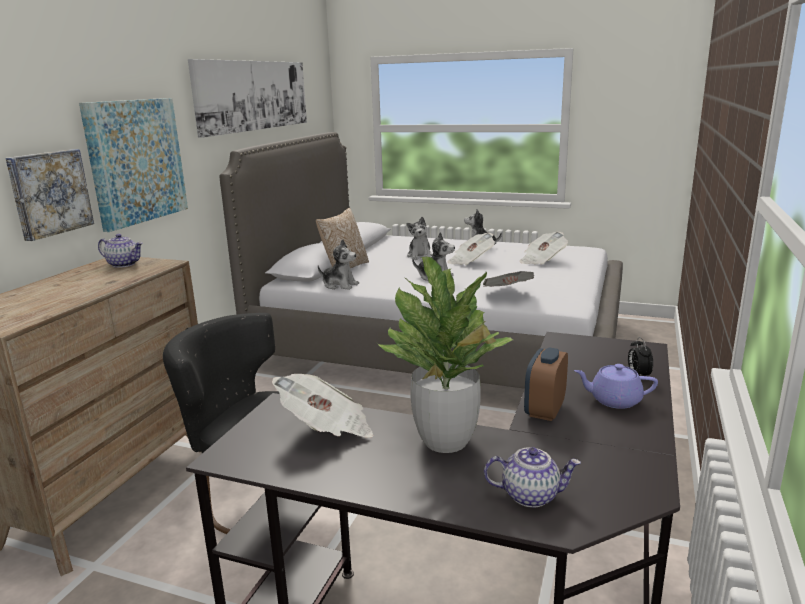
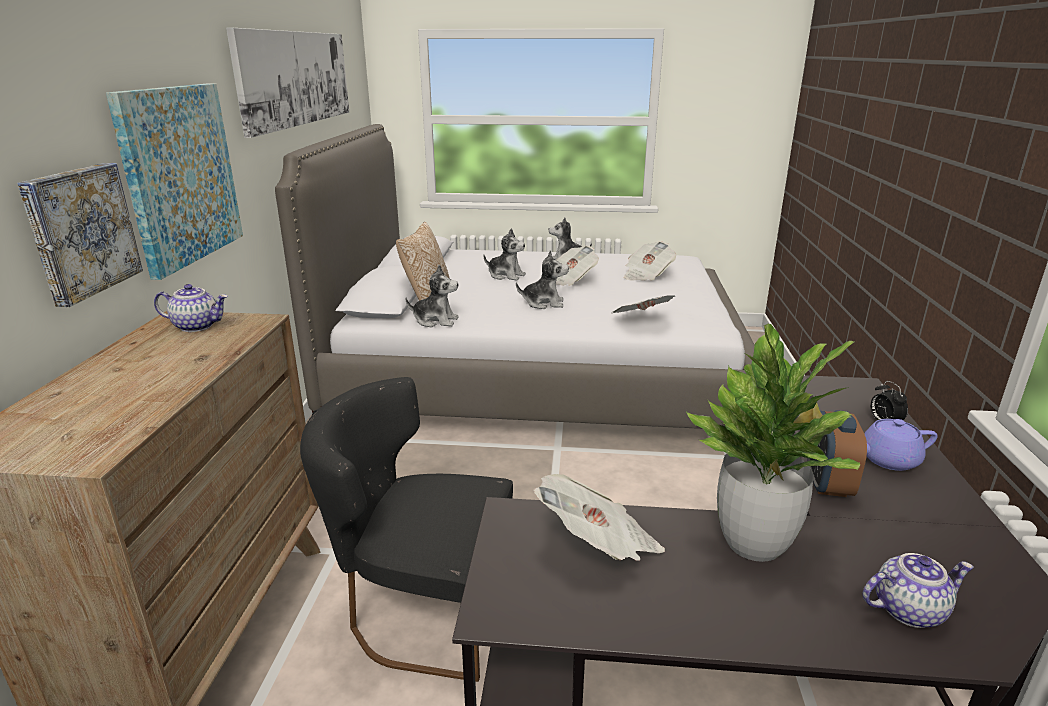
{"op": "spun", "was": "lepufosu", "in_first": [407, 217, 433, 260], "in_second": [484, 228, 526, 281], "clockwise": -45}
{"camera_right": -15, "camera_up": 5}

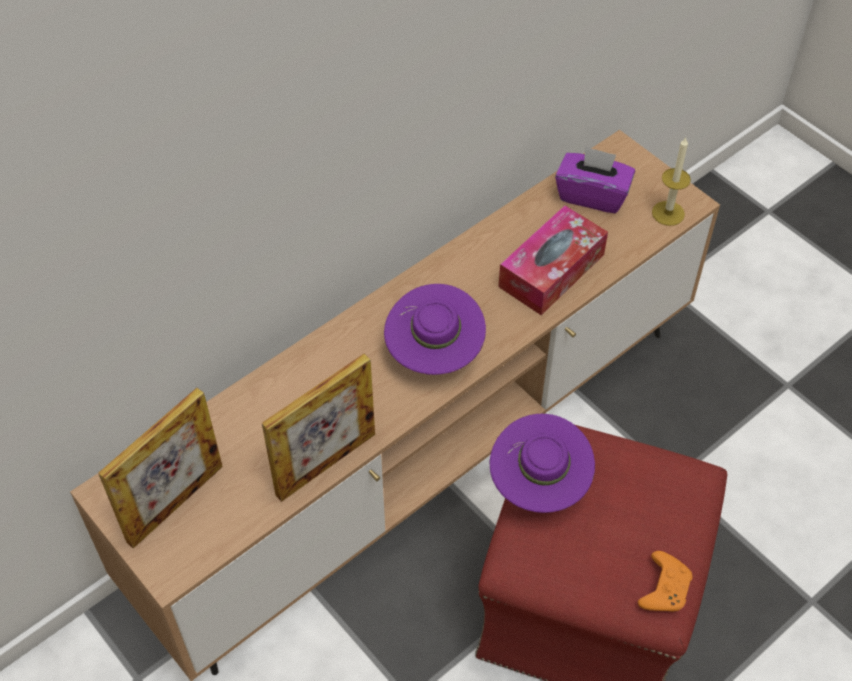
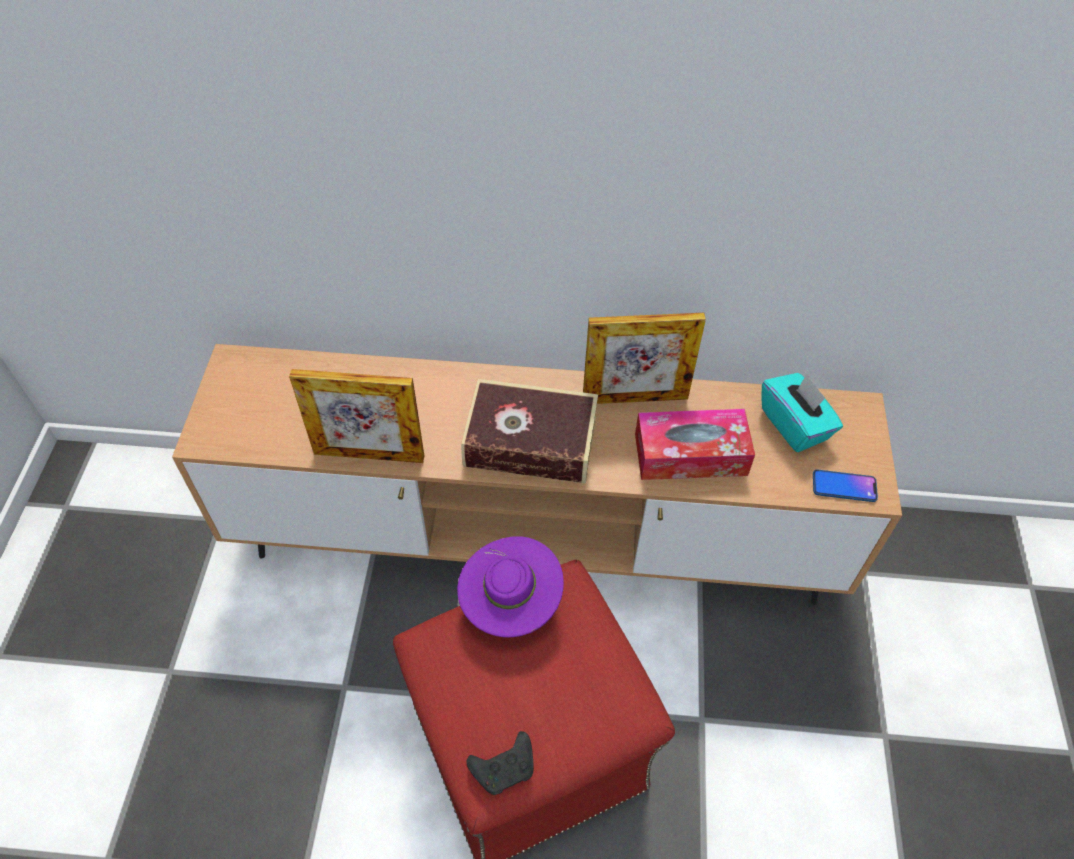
{"op": "exchanged", "was": "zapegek", "now": "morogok", "in_first": [652, 137, 691, 226], "in_second": [813, 469, 878, 502]}
{"op": "colour", "was": "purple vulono", "now": "turquoise vulono", "in_first": [555, 146, 635, 213], "in_second": [761, 373, 843, 452]}
{"op": "exchanged", "was": "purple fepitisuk", "now": "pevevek", "in_first": [384, 284, 486, 375], "in_second": [461, 379, 598, 484]}
{"op": "relocated", "was": "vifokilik", "in_first": [98, 388, 223, 548], "in_second": [583, 313, 706, 404]}
{"op": "colour", "was": "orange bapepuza", "now": "black bapepuza", "in_first": [638, 551, 692, 612], "in_second": [467, 731, 534, 795]}
{"camera_right": 45, "camera_up": 0}

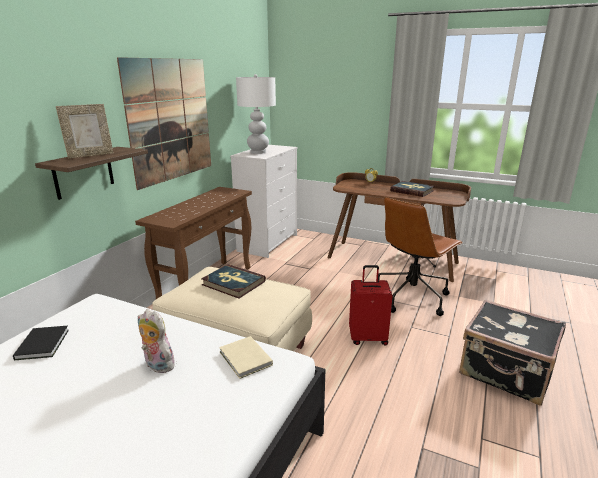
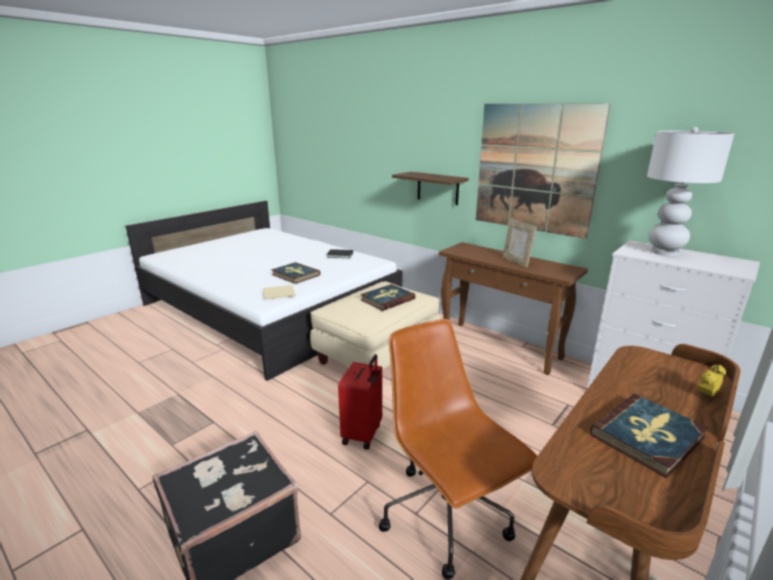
{"op": "relocated", "was": "vifokilik", "in_first": [56, 104, 114, 159], "in_second": [502, 219, 537, 267]}
{"op": "exchanged", "was": "lepufosu", "now": "pevevek", "in_first": [138, 309, 175, 373], "in_second": [271, 262, 321, 284]}
{"camera_right": 105, "camera_up": 0}

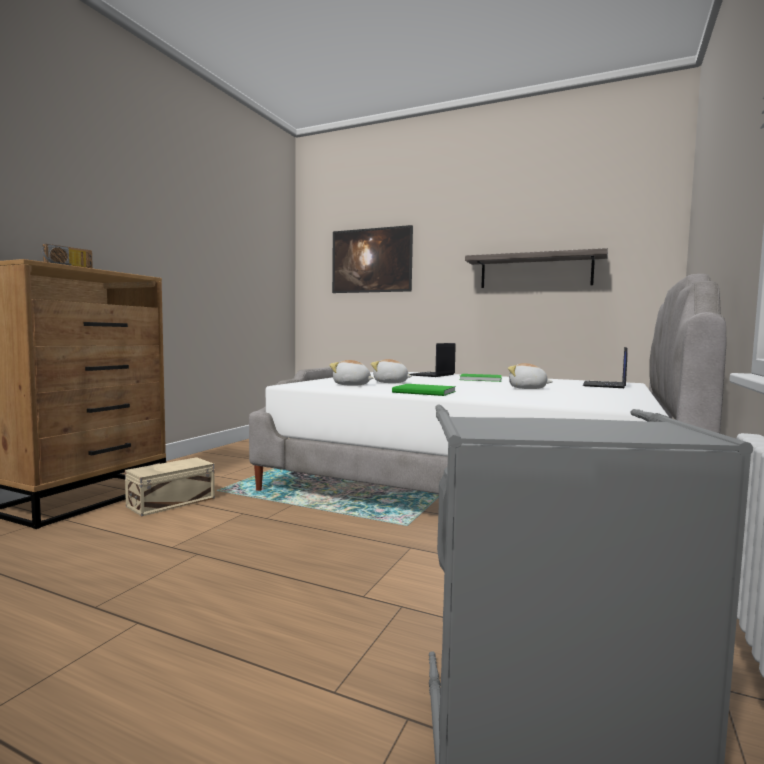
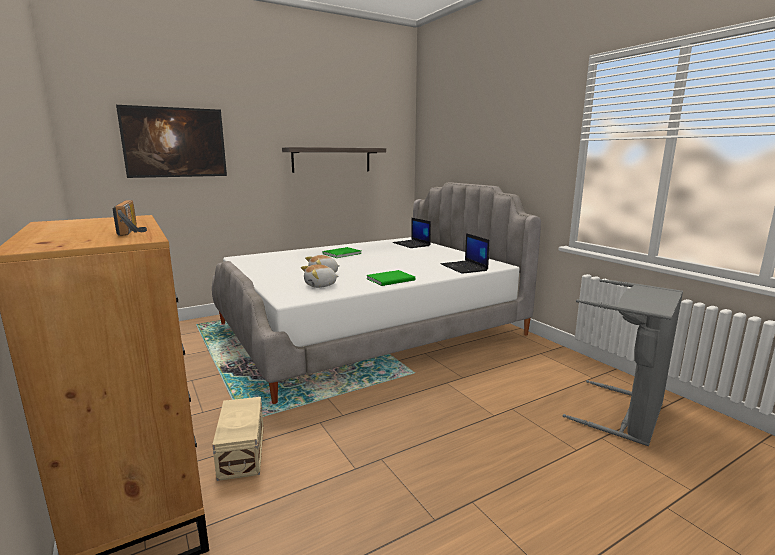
{"op": "relocated", "was": "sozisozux", "in_first": [410, 343, 455, 377], "in_second": [441, 233, 490, 274]}
{"op": "missing", "was": "lepufosu", "in_first": [508, 363, 553, 389]}
{"camera_right": -55, "camera_up": 10}

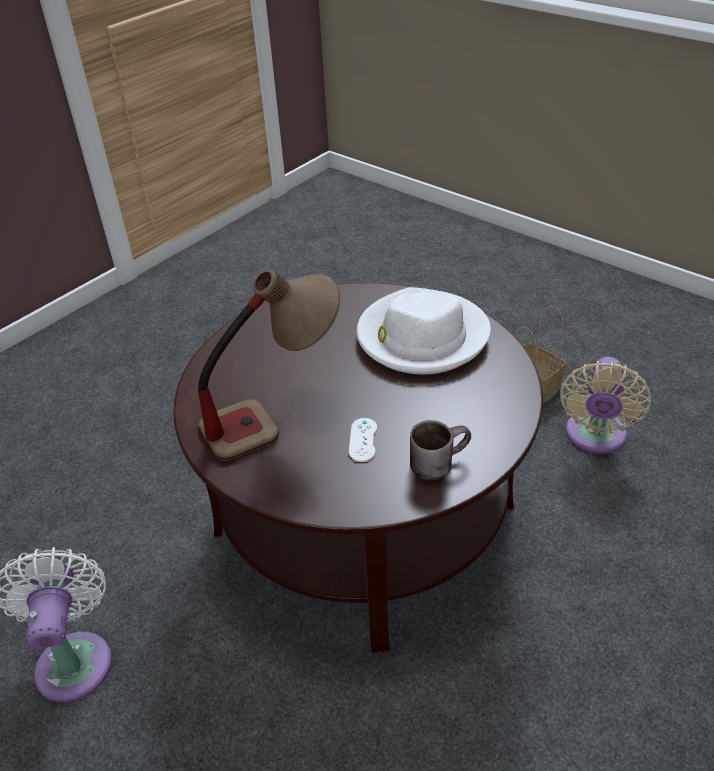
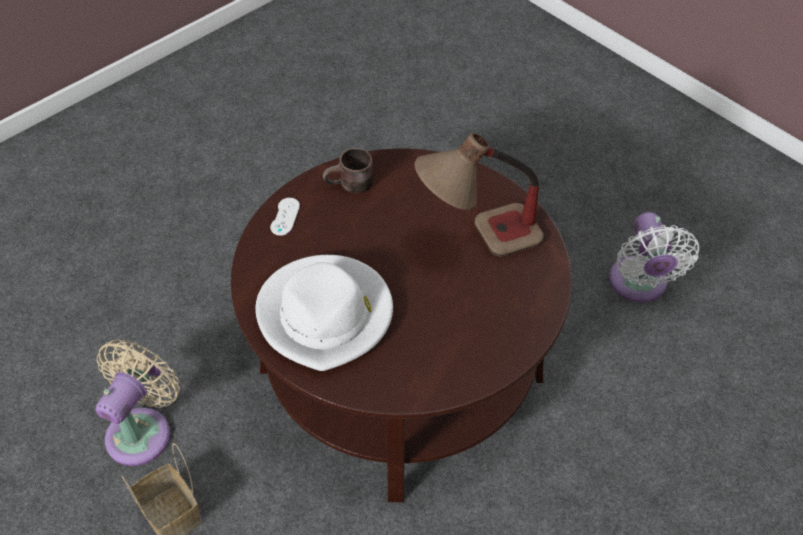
{"op": "relocated", "was": "white bapepuza", "in_first": [349, 418, 377, 462], "in_second": [270, 198, 300, 236]}
{"camera_right": -175, "camera_up": 10}

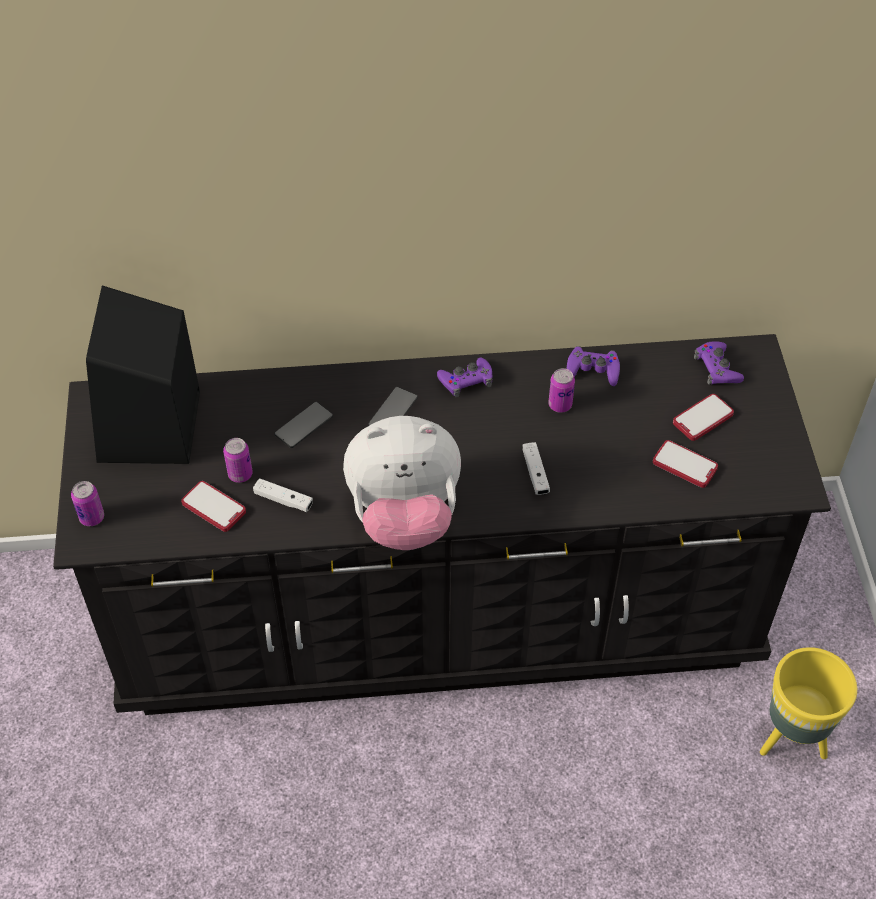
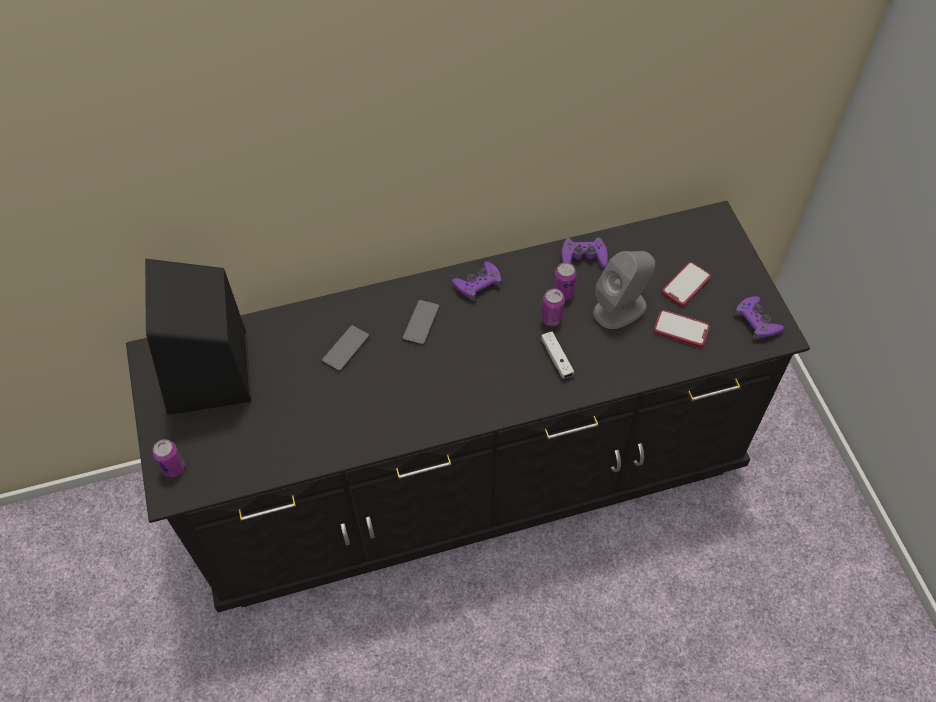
{"op": "relocated", "was": "purple bapepuza", "in_first": [694, 341, 744, 385], "in_second": [734, 296, 784, 340]}
{"op": "missing", "was": "lepufosu", "in_first": [343, 416, 461, 550]}
{"op": "relocated", "was": "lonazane", "in_first": [223, 438, 253, 483], "in_second": [541, 289, 565, 326]}
{"op": "missing", "was": "white bapepuza", "in_first": [253, 478, 313, 512]}
{"op": "missing", "was": "morogok", "in_first": [181, 481, 246, 532]}
{"op": "missing", "was": "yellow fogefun", "in_first": [760, 647, 857, 759]}
{"op": "appeared", "now": "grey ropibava", "in_second": [593, 251, 655, 329]}
{"camera_right": -10, "camera_up": 5}

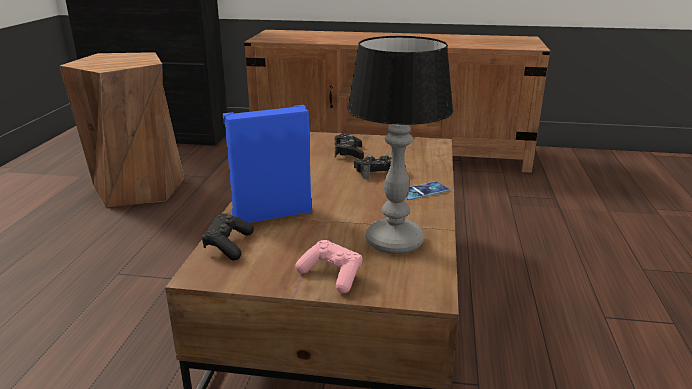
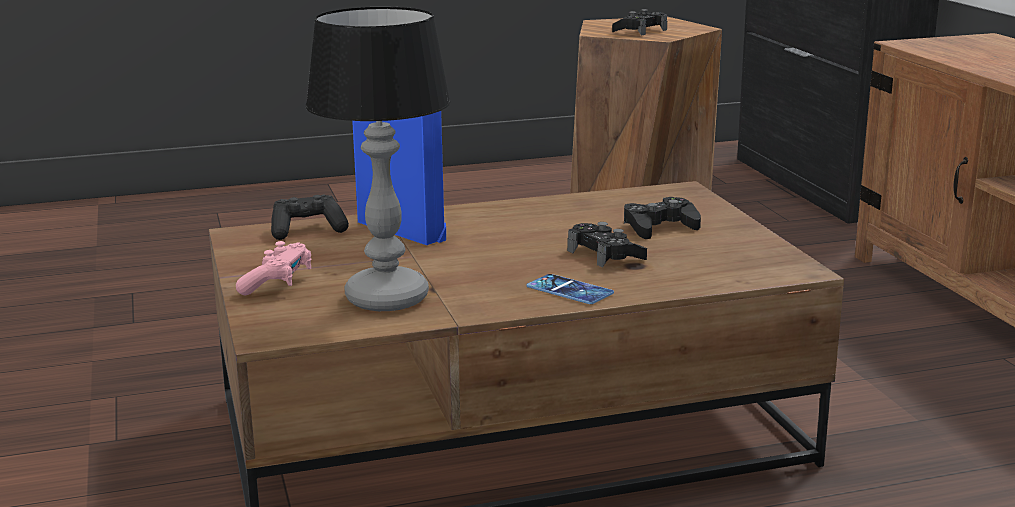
{"op": "appeared", "now": "black bapepuza", "in_second": [612, 9, 667, 36]}
{"camera_right": 65, "camera_up": -5}

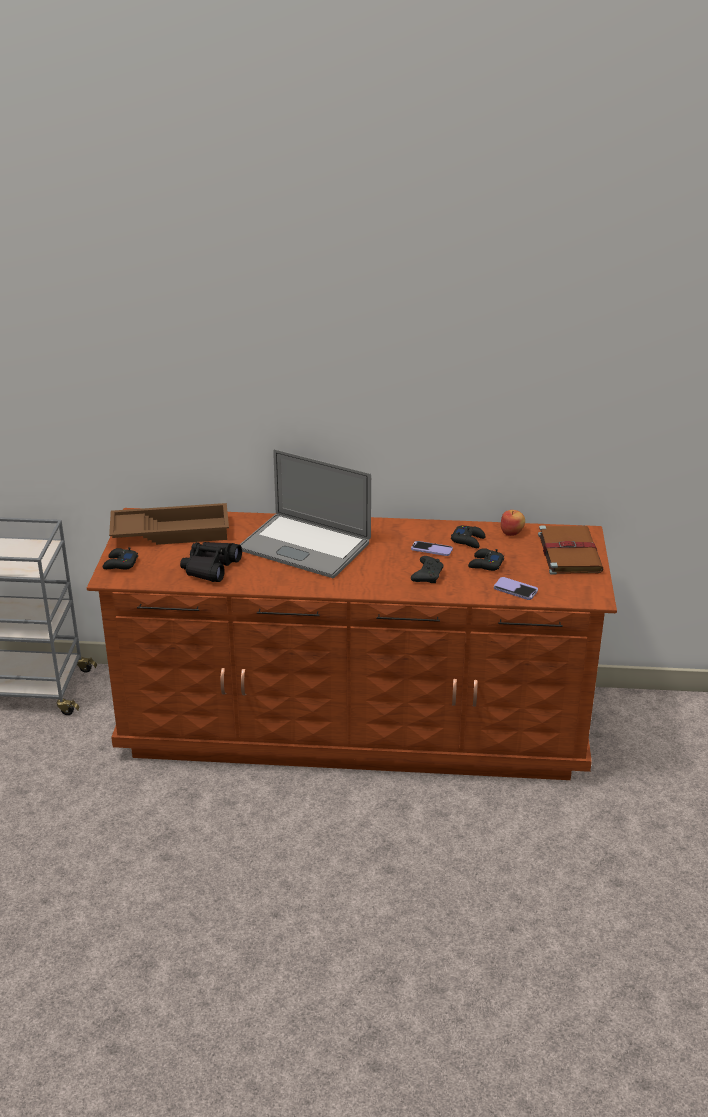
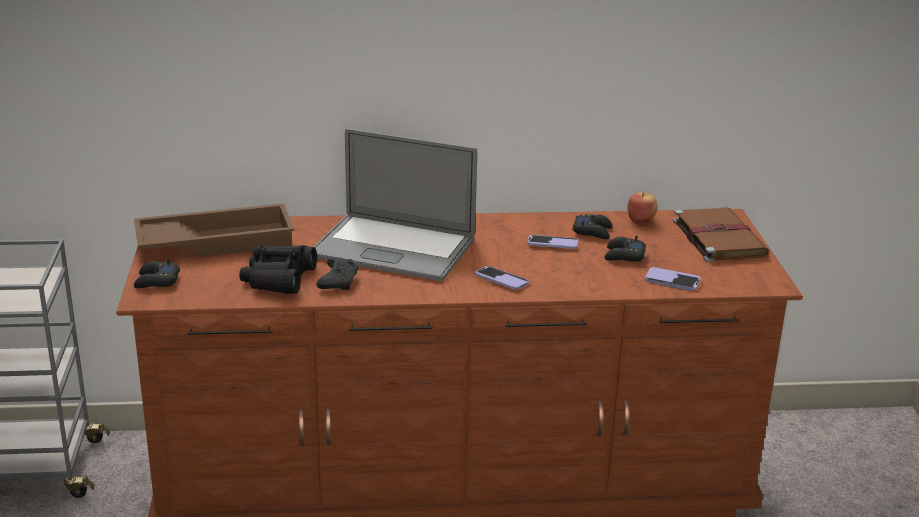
{"op": "relocated", "was": "black bapepuza", "in_first": [411, 556, 444, 583], "in_second": [316, 257, 358, 290]}
{"op": "appeared", "now": "morogok", "in_second": [475, 266, 529, 290]}
{"camera_right": -10, "camera_up": -5}

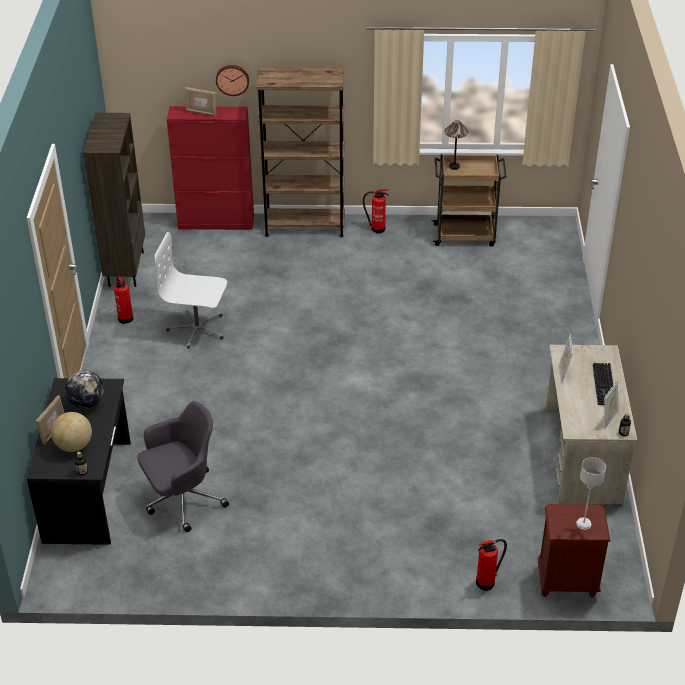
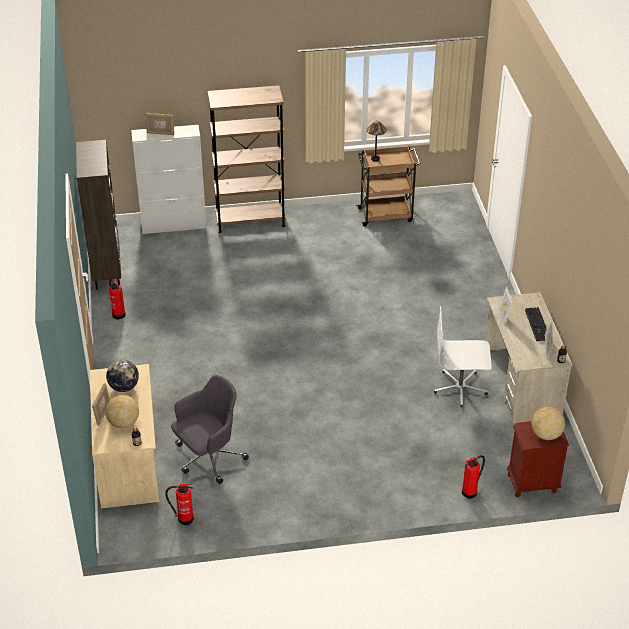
{"op": "missing", "was": "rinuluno", "in_first": [216, 65, 249, 96]}
{"op": "colour", "was": "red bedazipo", "now": "white bedazipo", "in_first": [167, 106, 254, 230], "in_second": [131, 125, 207, 234]}
{"op": "relocated", "was": "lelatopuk", "in_first": [363, 189, 389, 234], "in_second": [165, 483, 194, 525]}
{"op": "relocated", "was": "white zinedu", "in_first": [155, 232, 227, 348], "in_second": [434, 306, 492, 407]}
{"op": "colour", "was": "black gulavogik", "now": "beige gulavogik", "in_first": [27, 378, 131, 545], "in_second": [90, 364, 159, 508]}
{"op": "exchanged", "was": "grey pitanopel", "now": "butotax", "in_first": [576, 457, 606, 530], "in_second": [531, 407, 565, 440]}
{"camera_right": -10, "camera_up": 0}

